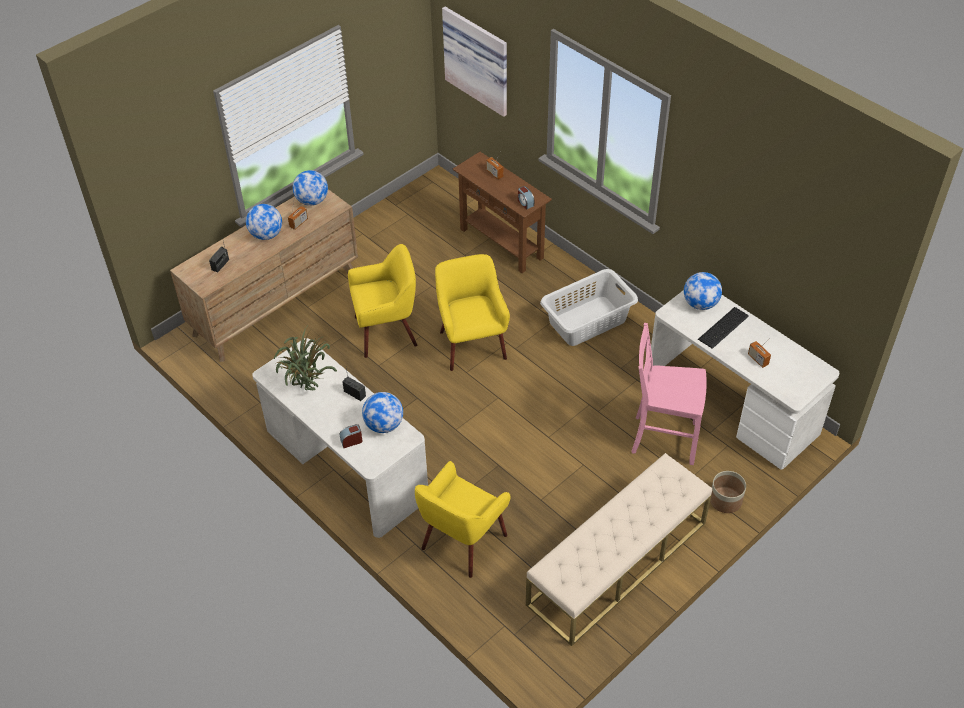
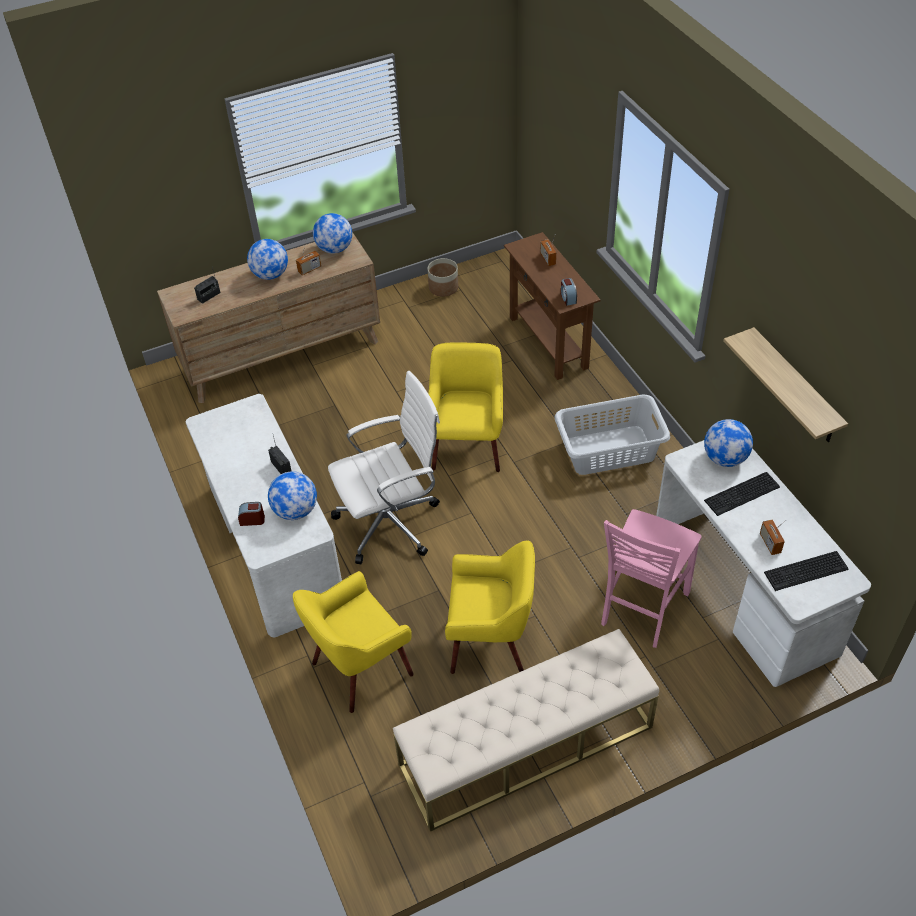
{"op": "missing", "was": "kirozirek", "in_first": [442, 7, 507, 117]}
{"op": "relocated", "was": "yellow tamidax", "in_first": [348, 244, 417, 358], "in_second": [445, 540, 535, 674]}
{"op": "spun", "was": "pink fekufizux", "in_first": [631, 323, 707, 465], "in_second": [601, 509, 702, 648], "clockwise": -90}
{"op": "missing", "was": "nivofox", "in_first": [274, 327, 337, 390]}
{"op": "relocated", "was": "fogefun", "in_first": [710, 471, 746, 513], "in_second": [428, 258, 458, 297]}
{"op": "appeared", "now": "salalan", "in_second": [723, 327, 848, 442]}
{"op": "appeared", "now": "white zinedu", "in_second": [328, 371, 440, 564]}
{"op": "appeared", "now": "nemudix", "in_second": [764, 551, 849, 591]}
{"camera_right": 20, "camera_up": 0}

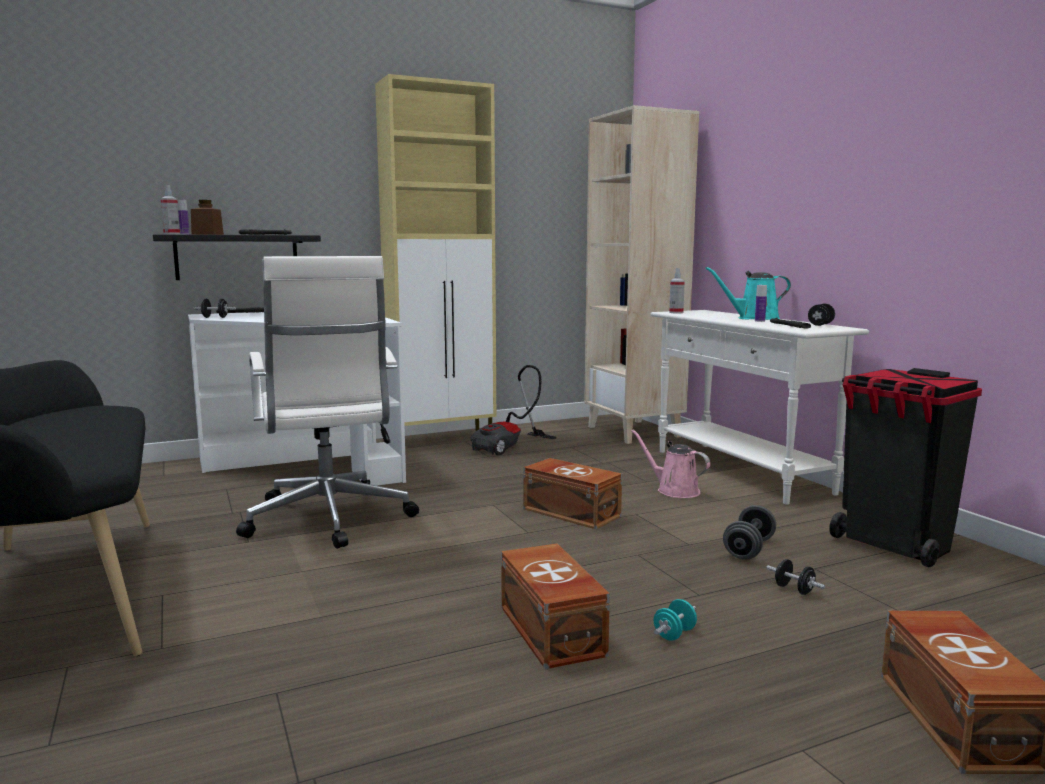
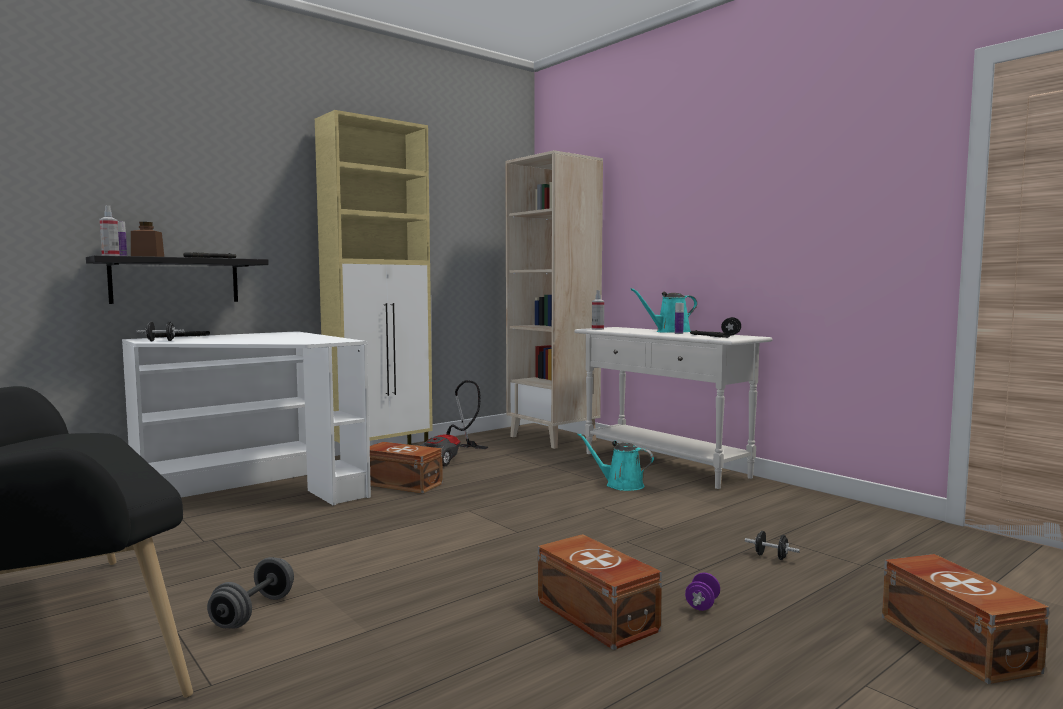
{"op": "missing", "was": "white zinedu", "in_first": [236, 256, 419, 549]}
{"op": "missing", "was": "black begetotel", "in_first": [829, 368, 982, 567]}
{"op": "colour", "was": "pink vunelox", "now": "turquoise vunelox", "in_first": [631, 430, 710, 498], "in_second": [577, 433, 654, 491]}
{"op": "relocated", "was": "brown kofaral", "in_first": [523, 458, 622, 529], "in_second": [370, 442, 443, 493]}
{"op": "relocated", "was": "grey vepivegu", "in_first": [723, 505, 776, 560], "in_second": [207, 557, 294, 628]}
{"op": "colour", "was": "turquoise vepivegu", "now": "purple vepivegu", "in_first": [654, 599, 697, 641], "in_second": [685, 573, 720, 611]}
{"camera_right": -15, "camera_up": -5}

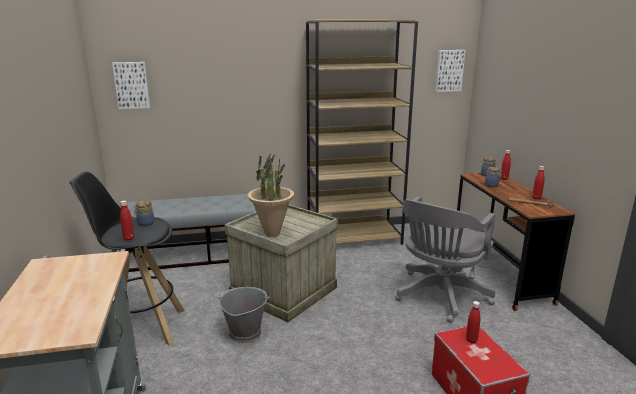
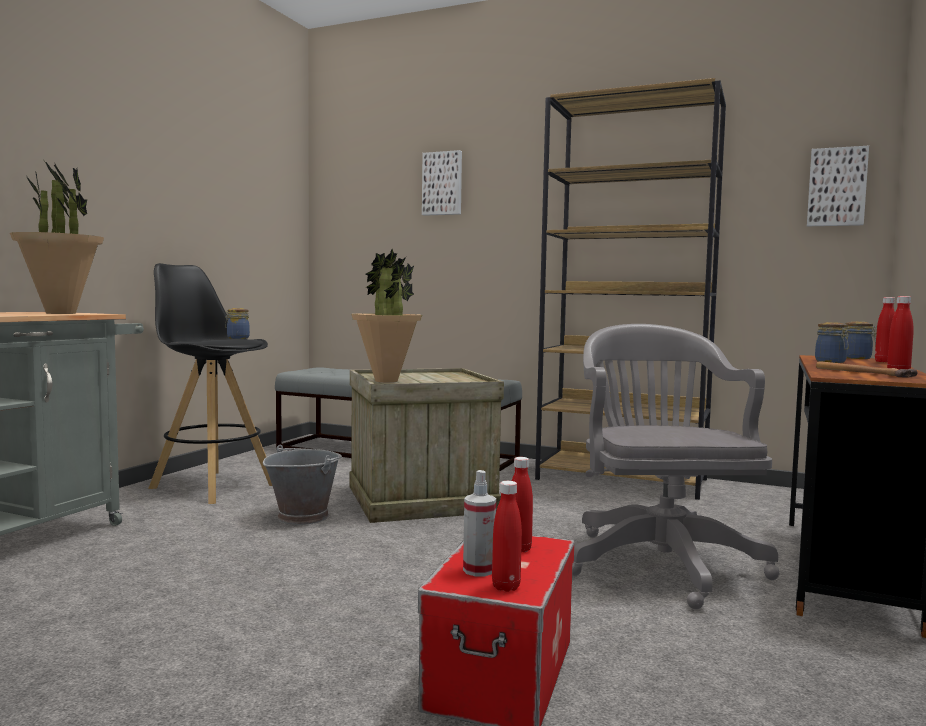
{"op": "relocated", "was": "kirozirek", "in_first": [112, 62, 150, 109], "in_second": [422, 150, 462, 216]}
{"op": "spun", "was": "grey zinedu", "in_first": [395, 197, 496, 323], "in_second": [572, 324, 780, 609], "clockwise": 105}
{"op": "relocated", "was": "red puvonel", "in_first": [120, 200, 134, 241], "in_second": [492, 481, 522, 592]}
{"op": "appeared", "now": "nivofox", "in_second": [10, 158, 104, 314]}
{"op": "appeared", "now": "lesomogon", "in_second": [463, 470, 496, 576]}
{"camera_right": 35, "camera_up": -15}

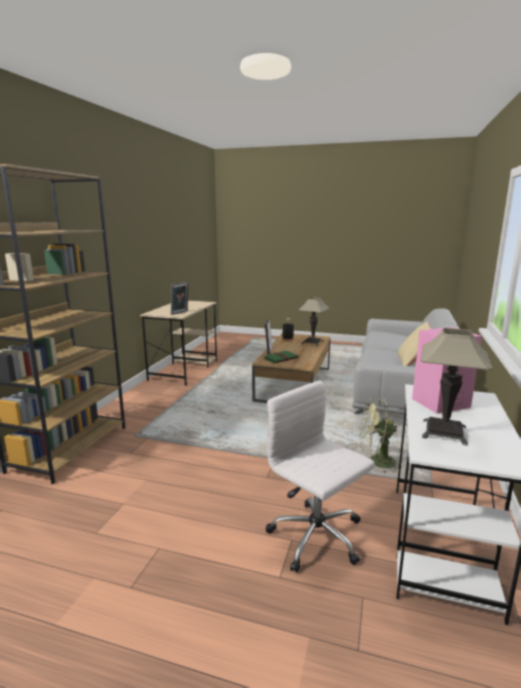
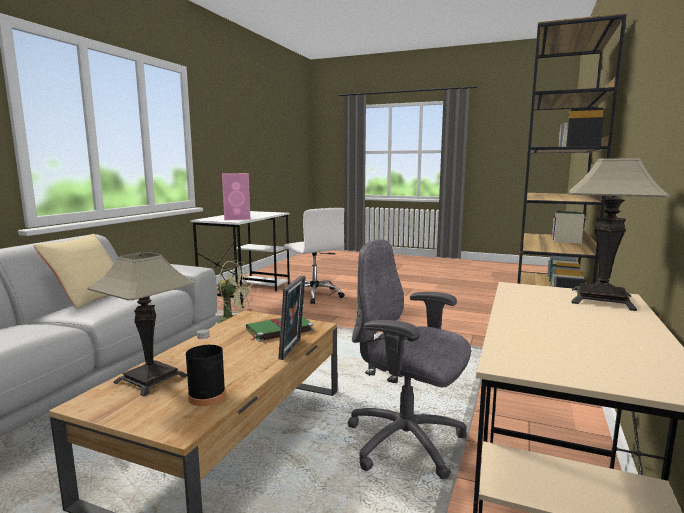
{"op": "missing", "was": "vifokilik", "in_first": [171, 282, 188, 315]}
{"op": "relocated", "was": "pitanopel", "in_first": [421, 328, 492, 446], "in_second": [569, 157, 670, 311]}
{"op": "appeared", "now": "grey zinedu", "in_second": [348, 239, 471, 479]}
{"camera_right": -175, "camera_up": -5}

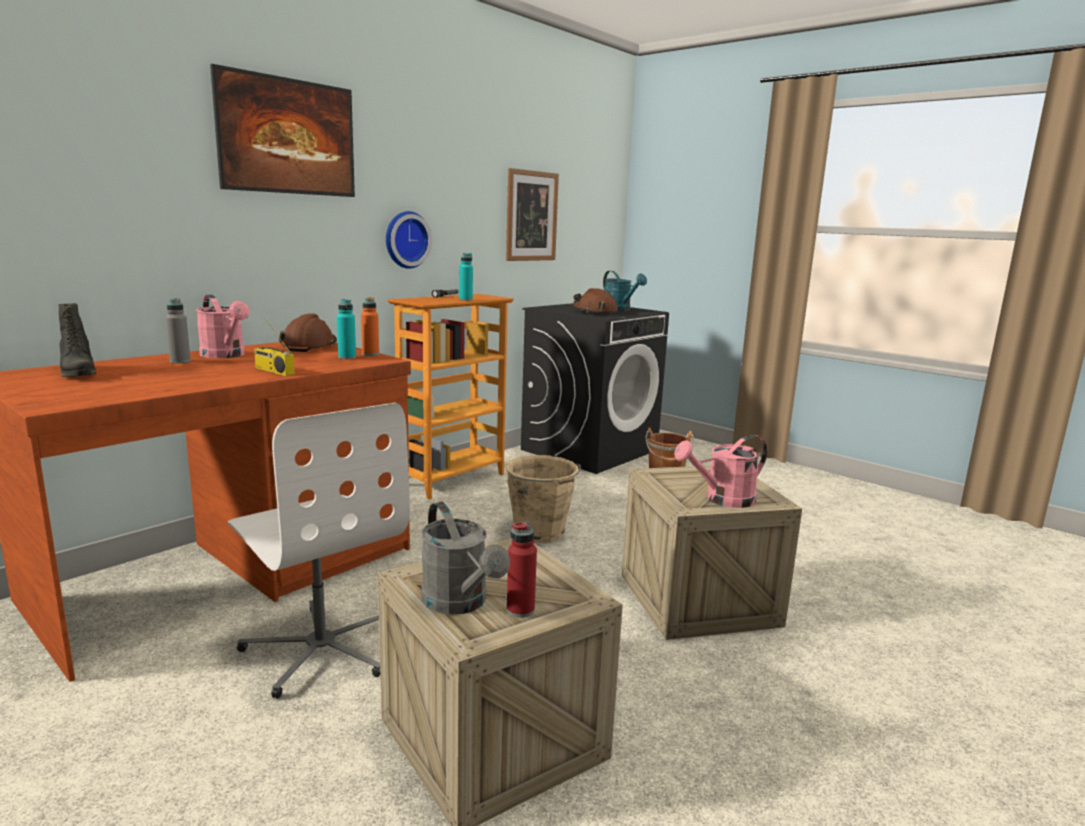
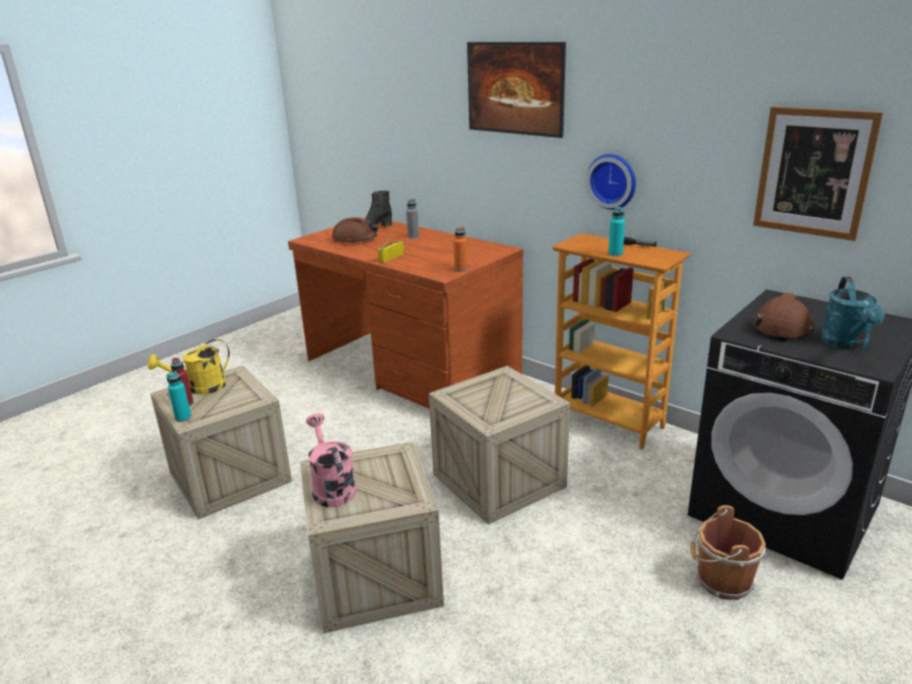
{"op": "spun", "was": "turquoise vunelox", "in_first": [603, 271, 647, 311], "in_second": [820, 277, 885, 350], "clockwise": -45}
{"op": "missing", "was": "pink vunelox", "in_first": [196, 295, 250, 358]}
{"op": "relocated", "was": "turquoise puvonel", "in_first": [337, 299, 356, 359], "in_second": [166, 371, 191, 422]}
{"op": "relocated", "was": "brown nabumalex", "in_first": [279, 313, 337, 352], "in_second": [332, 217, 378, 244]}
{"op": "missing", "was": "white zinedu", "in_first": [228, 403, 410, 698]}
{"op": "exchanged", "was": "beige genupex", "now": "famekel", "in_first": [505, 455, 581, 543], "in_second": [429, 366, 570, 525]}
{"op": "colour", "was": "grey vunelox", "now": "yellow vunelox", "in_first": [421, 501, 510, 615], "in_second": [147, 339, 230, 395]}
{"camera_right": 90, "camera_up": 10}

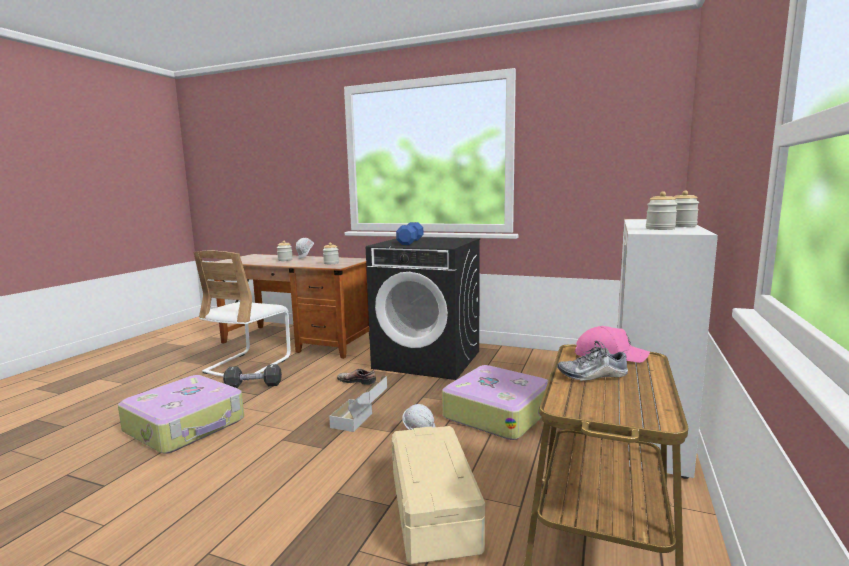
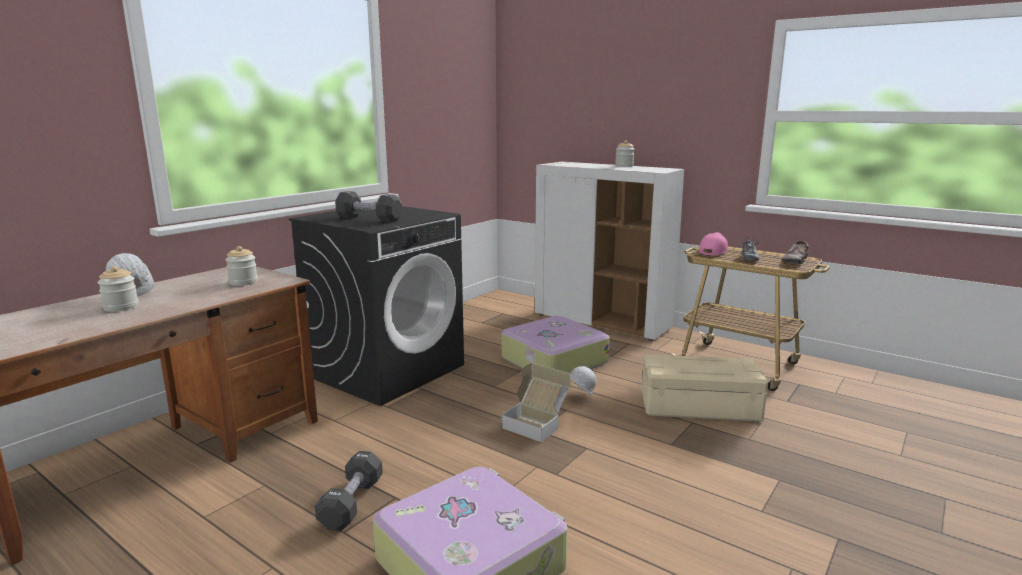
{"op": "missing", "was": "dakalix", "in_first": [646, 191, 678, 230]}
{"op": "colour", "was": "blue vepivegu", "now": "black vepivegu", "in_first": [396, 222, 423, 245], "in_second": [335, 191, 402, 222]}
{"op": "missing", "was": "white fekufizux", "in_first": [193, 251, 291, 377]}
{"op": "relocated", "was": "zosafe", "in_first": [337, 369, 376, 385], "in_second": [782, 241, 808, 264]}
{"camera_right": -75, "camera_up": 5}

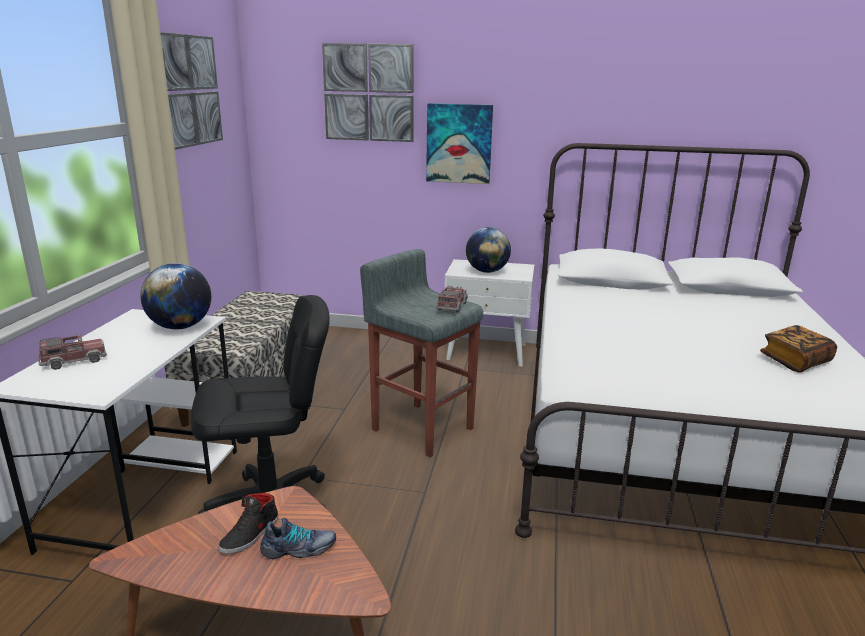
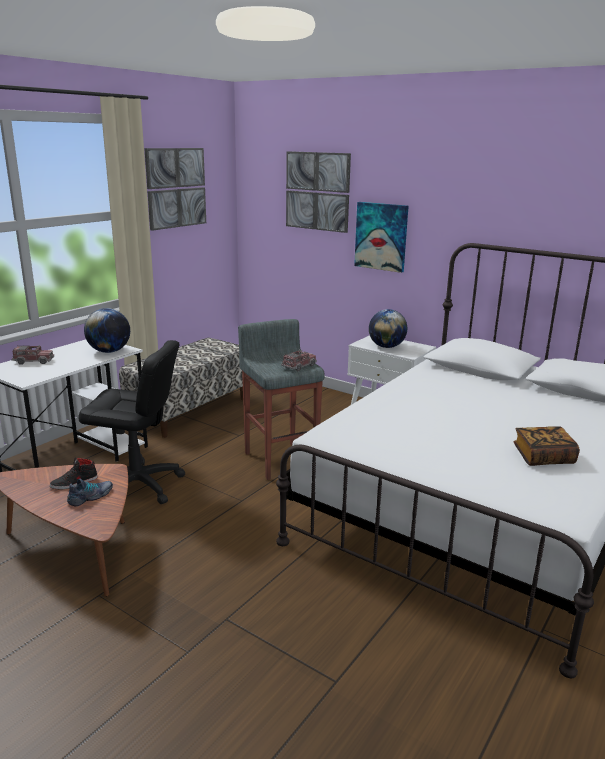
{"op": "spun", "was": "zosafe", "in_first": [260, 517, 336, 559], "in_second": [67, 479, 113, 506], "clockwise": -60}
{"camera_right": 25, "camera_up": 0}

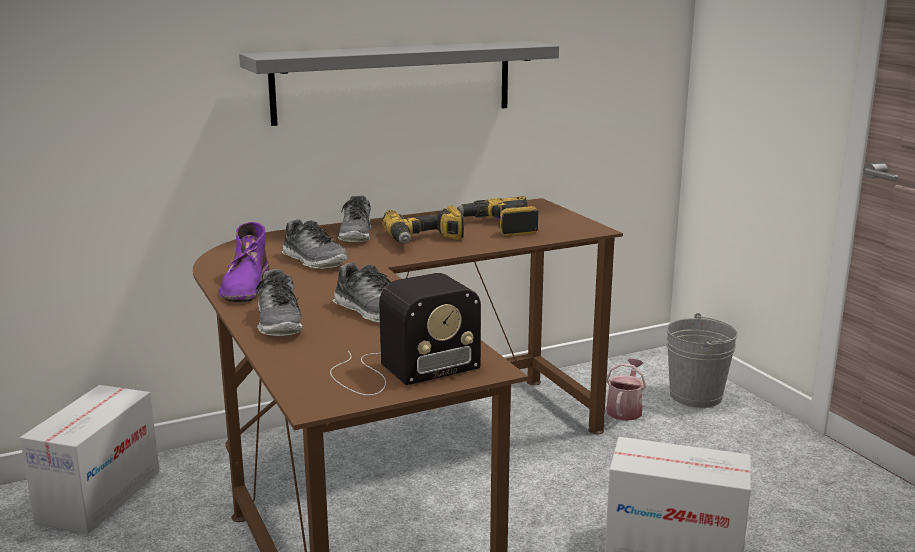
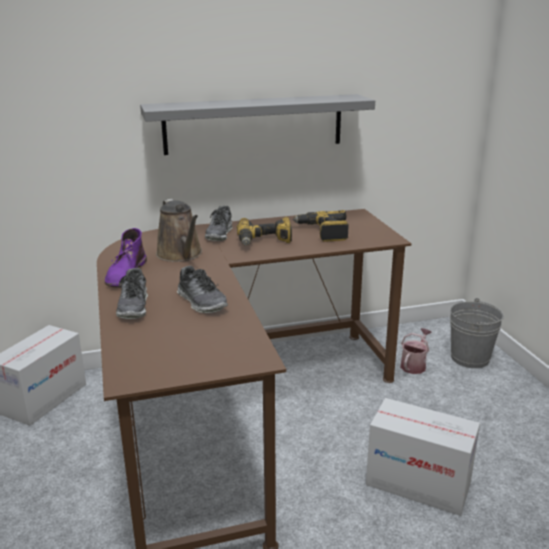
{"op": "exchanged", "was": "zosafe", "now": "brown vunelox", "in_first": [282, 219, 348, 269], "in_second": [156, 199, 202, 262]}
{"op": "missing", "was": "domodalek", "in_first": [330, 273, 481, 396]}
{"camera_right": 10, "camera_up": 5}

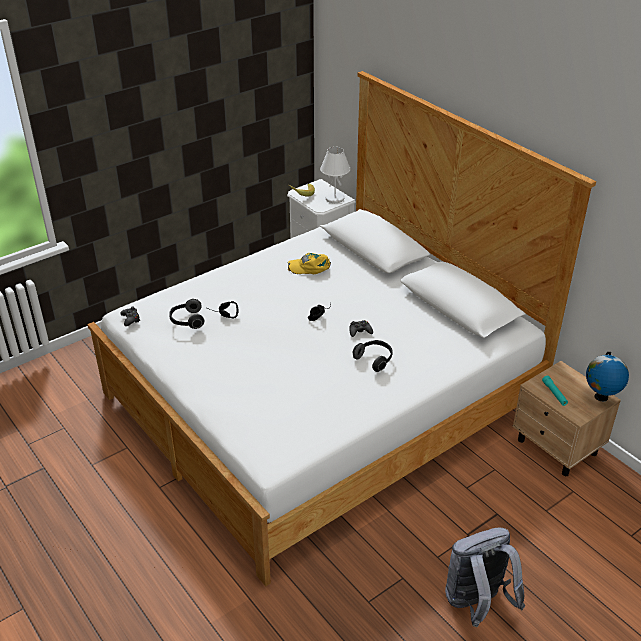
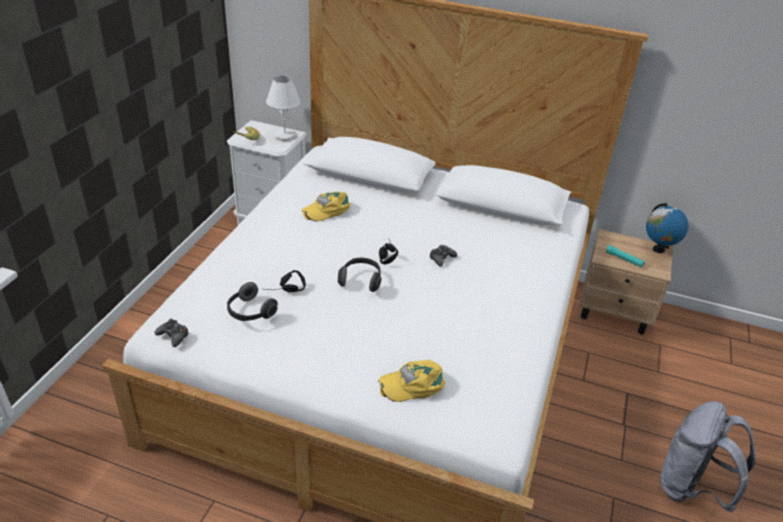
{"op": "relocated", "was": "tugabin", "in_first": [353, 340, 393, 372], "in_second": [338, 258, 381, 292]}
{"op": "appeared", "now": "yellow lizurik", "in_second": [378, 360, 446, 402]}
{"camera_right": -35, "camera_up": 0}

